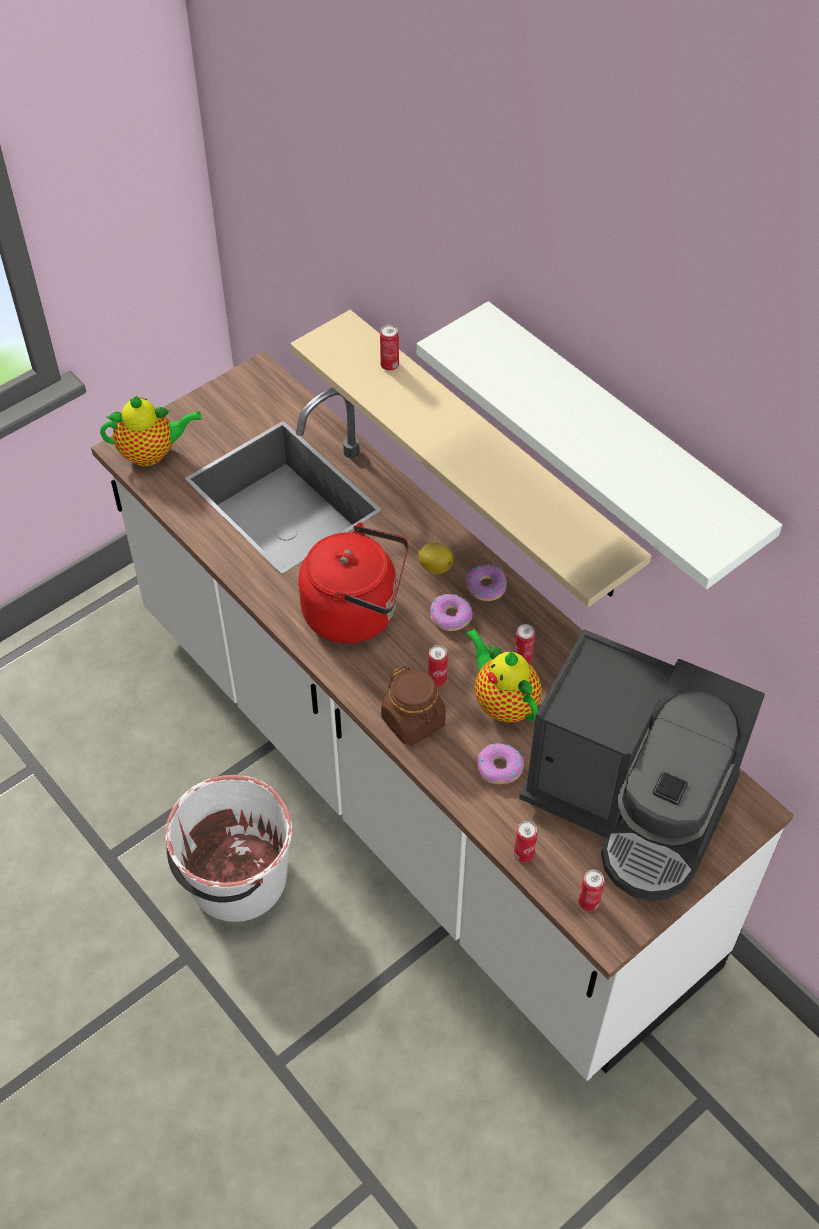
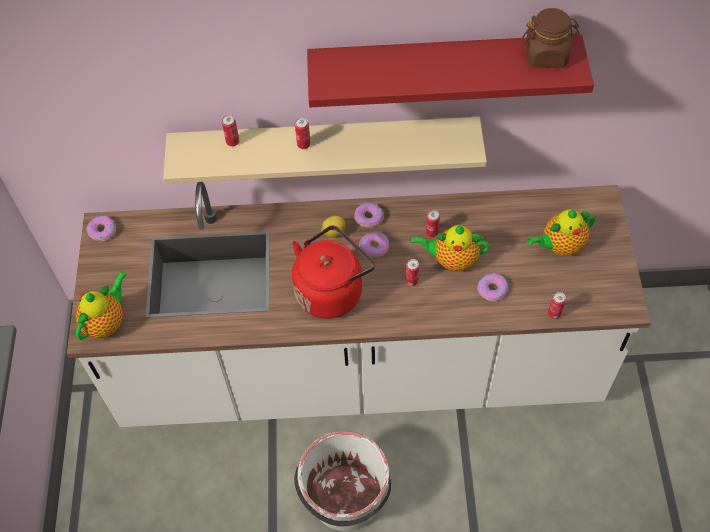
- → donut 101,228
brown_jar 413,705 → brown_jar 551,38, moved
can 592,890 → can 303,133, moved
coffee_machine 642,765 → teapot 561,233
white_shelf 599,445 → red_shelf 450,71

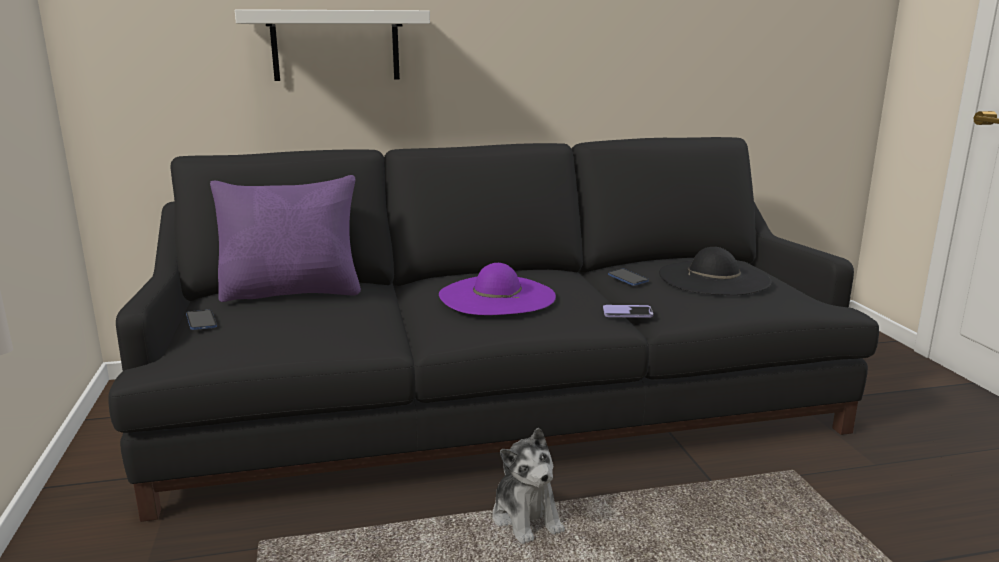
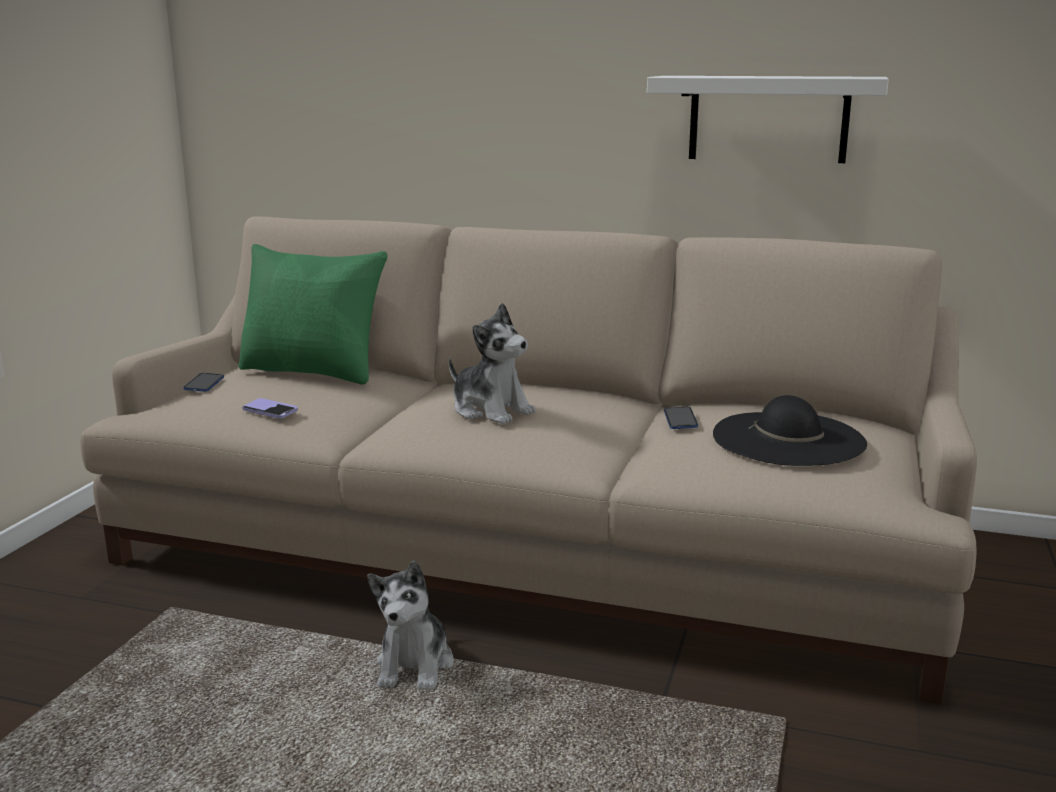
white_shelf 332,45 → white_shelf 768,119, moved
phone 628,311 → phone 270,408, moved
purple_hat 497,289 → plush_toy 492,363
black_sofa 494,329 → beige_sofa 529,460
purple_pillow 285,238 → green_pillow 313,314

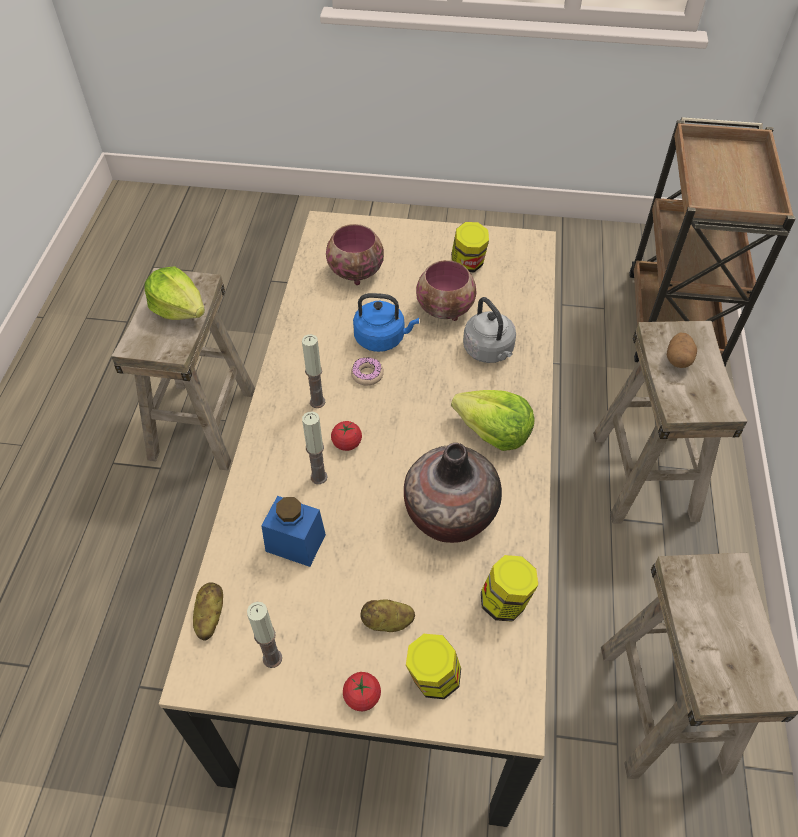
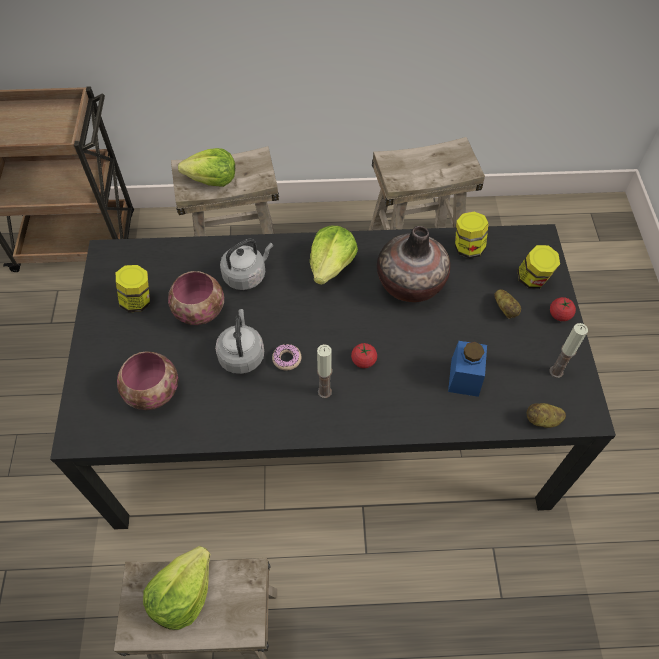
candle 315,447 → -
potato 682,350 → lettuce 206,167
beige_dining_table 357,519 → black_dining_table 333,376
blue_kettle 386,322 → grey_kettle 239,341

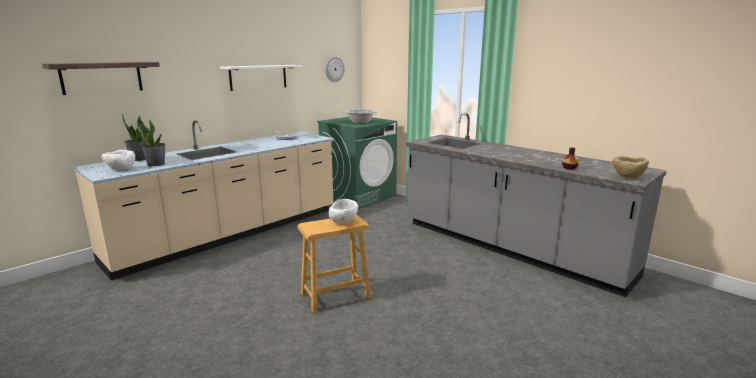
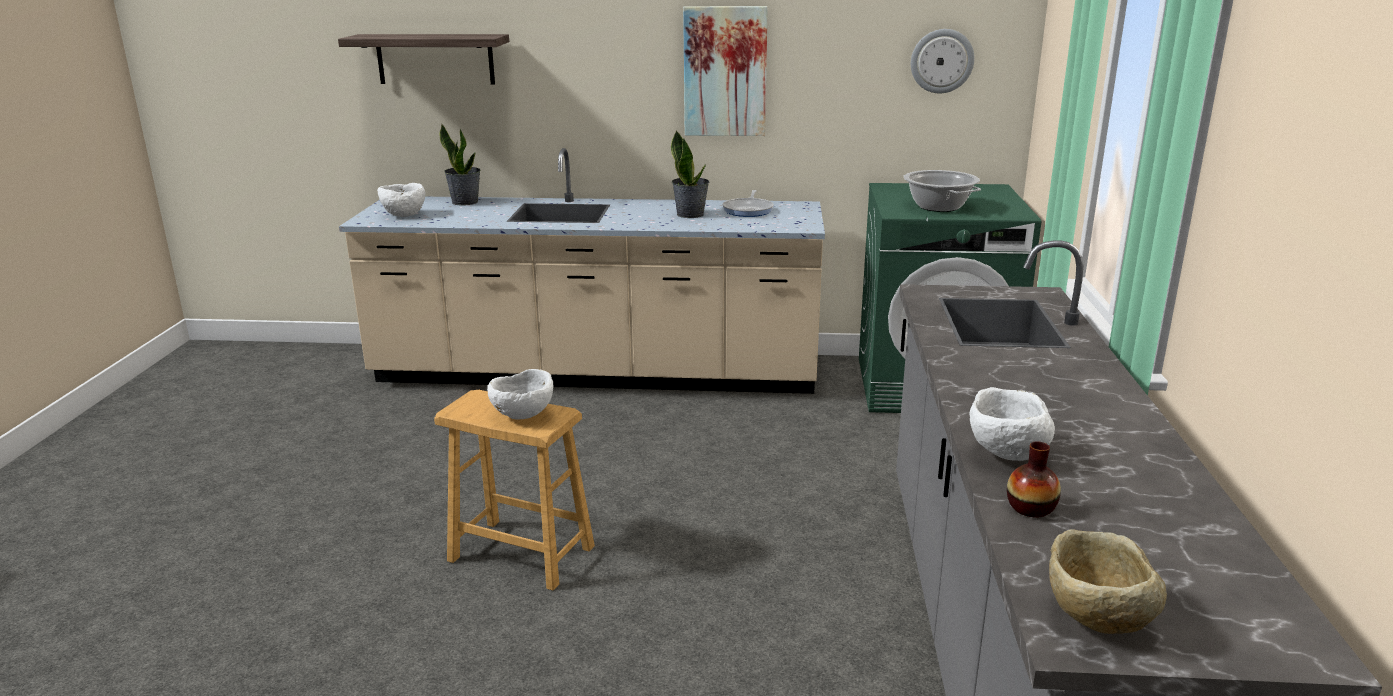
- → white_bowl 1012,424
potted_plant 151,141 → potted_plant 690,174, moved
white_shelf 261,78 → picture 725,71

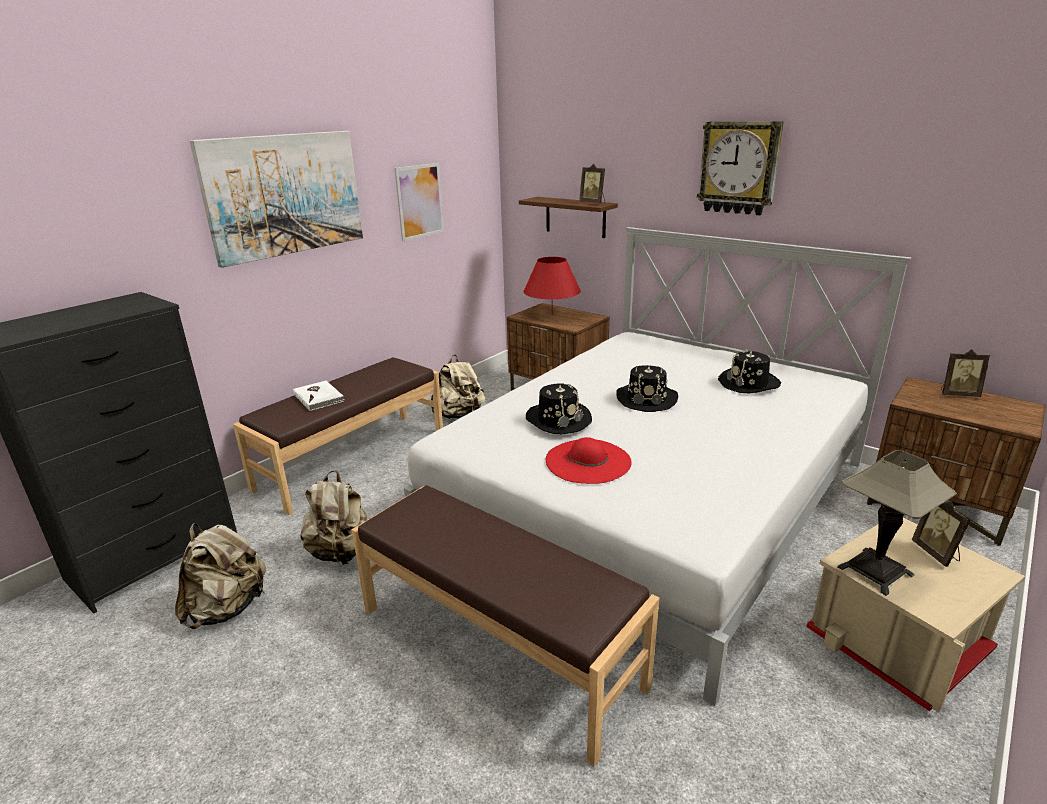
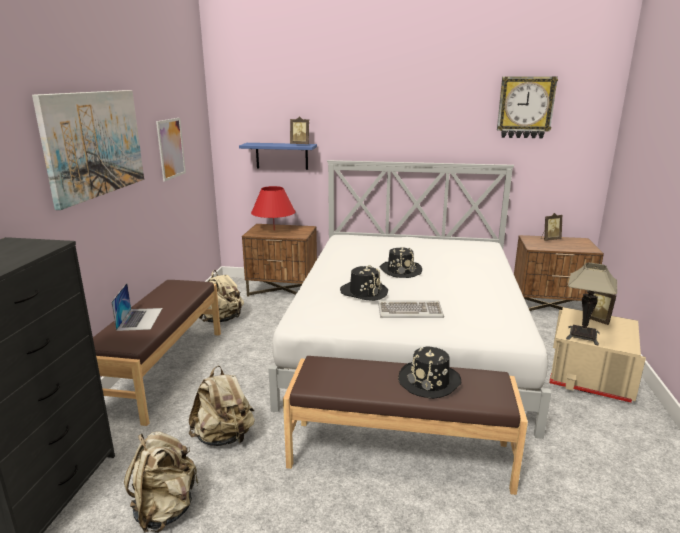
wall_clock 740,168 → wall_clock 527,107, moved
black_hat 749,371 → black_hat 429,373, moved
white_book 318,396 → laptop 137,307
red_hat 589,460 → keyboard 411,309
brown_shelf 568,217 → blue_shelf 278,156

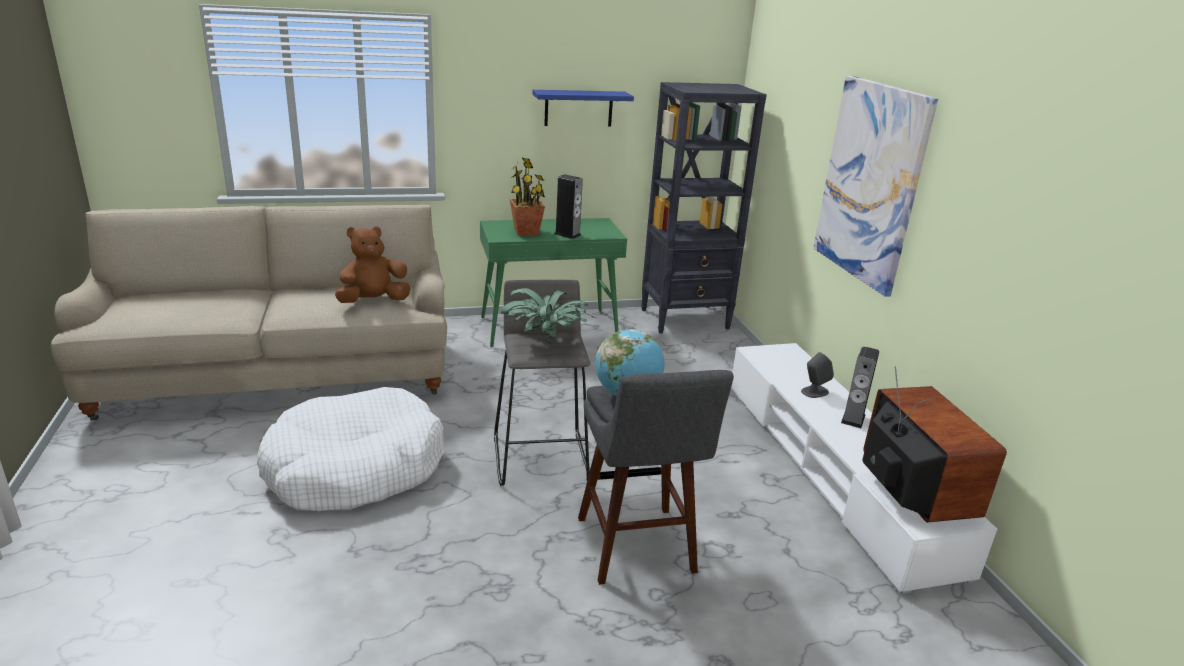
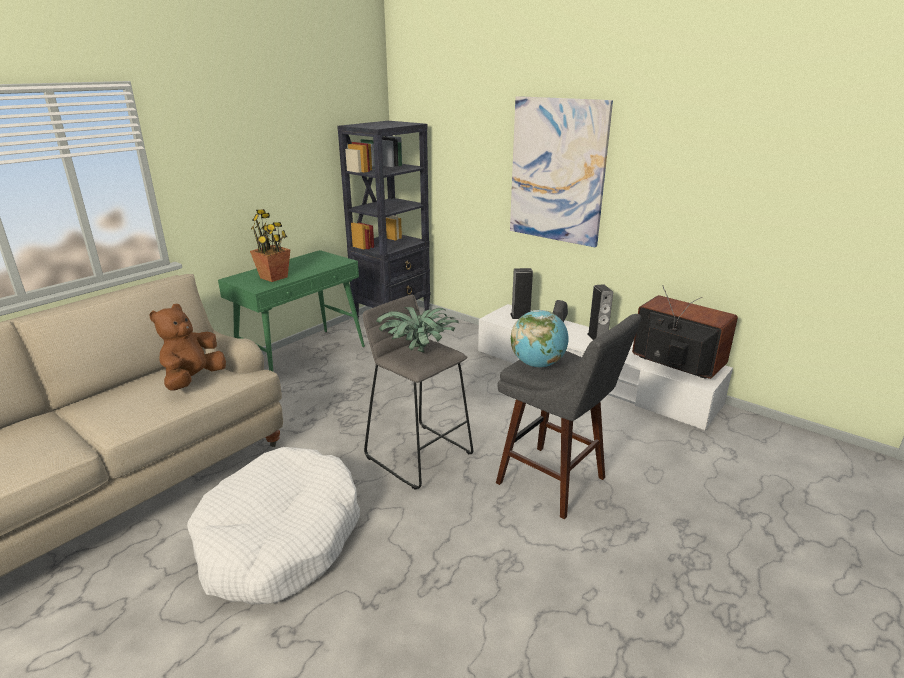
blue_shelf 583,108 → -
speaker 568,206 → speaker 521,293, moved

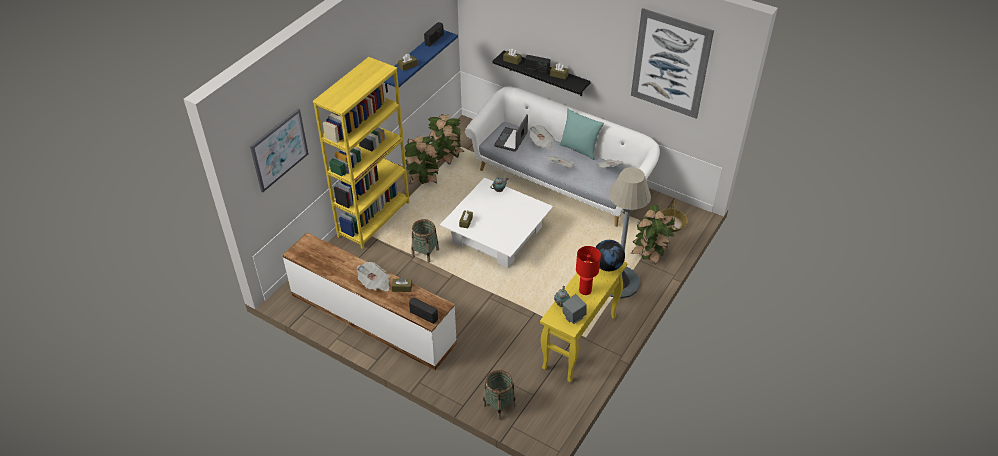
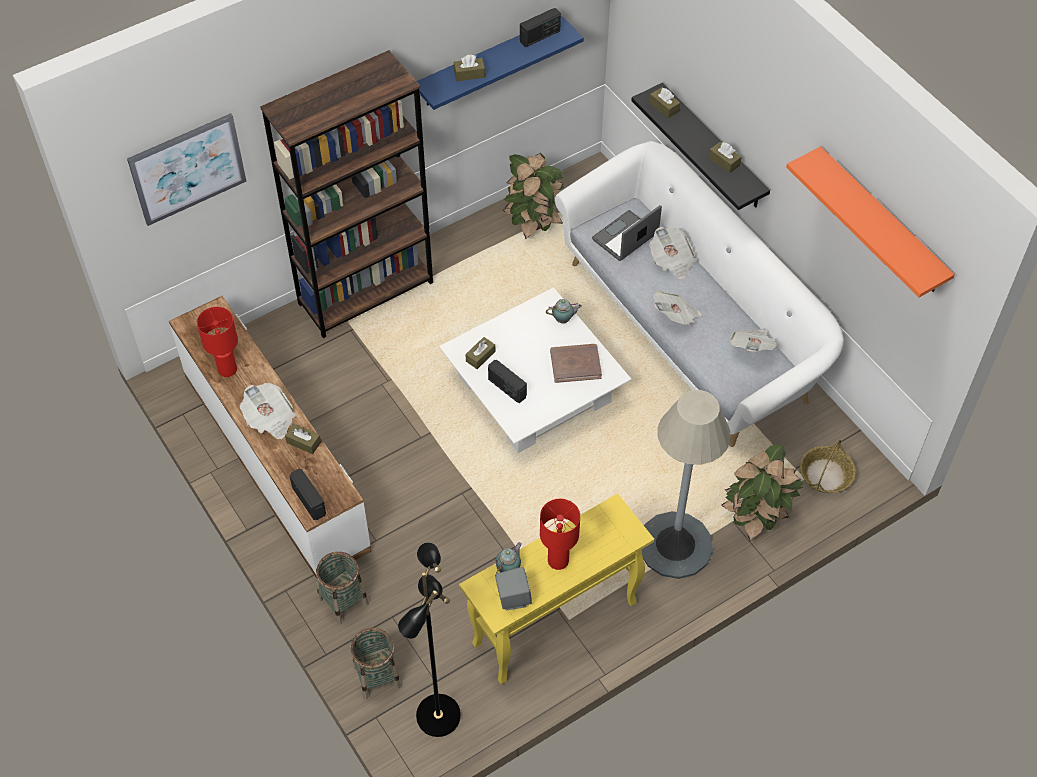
potted_plant 422,160 → -
turquoise_pillow 581,134 → -
globe 610,255 → -
- → red_table_lamp 217,342
- → black_floor_lamp 429,639
- → brown_book 576,363
basket 425,241 → basket 342,588, moved
radio 537,64 → radio 507,381, moved
picture 672,63 → orange_shelf 870,222
yellow_bookcase 361,153 → brown_bookcase 346,194

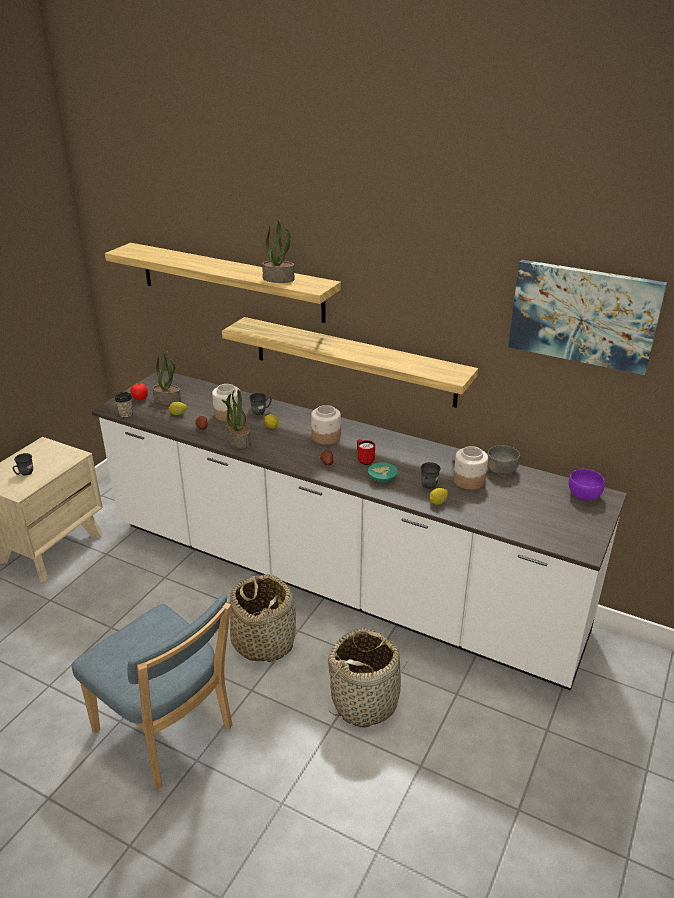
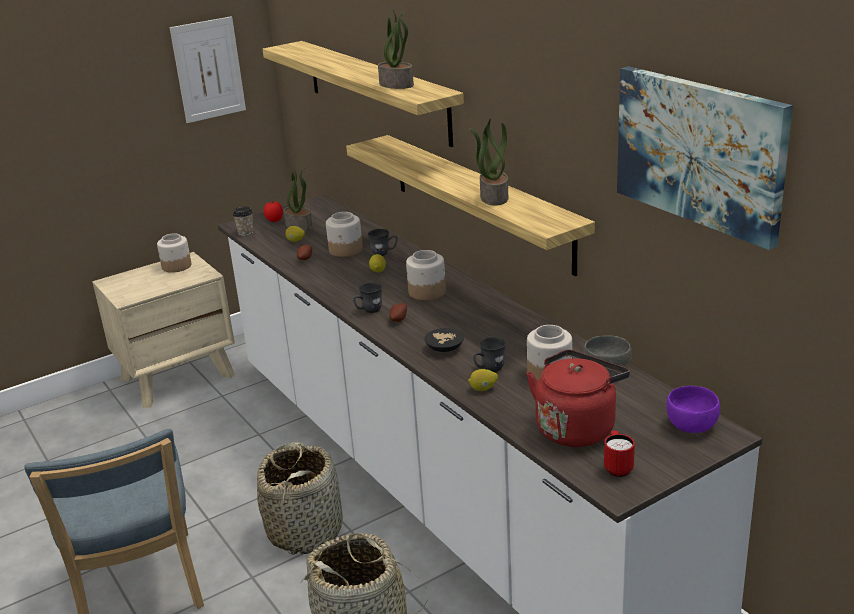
- → jar 174,253
- → picture 208,69
- → red_kettle 578,398
grey_mug 22,464 → grey_mug 367,297, moved
potted_plant 236,419 → potted_plant 488,162, moved
red_mug 366,452 → red_mug 619,454, moved
turquoise_bowl 383,472 → black_bowl 444,340

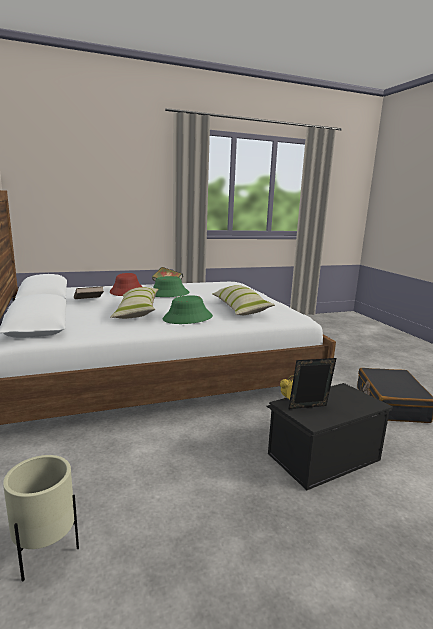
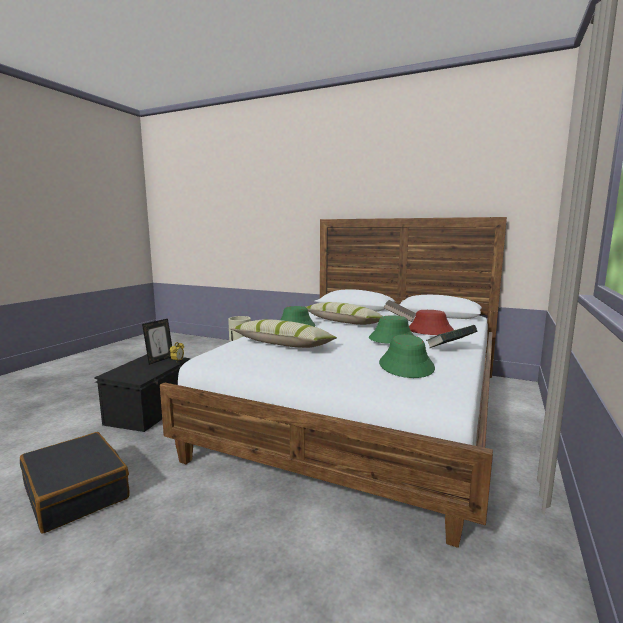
- → green_hat 407,356

